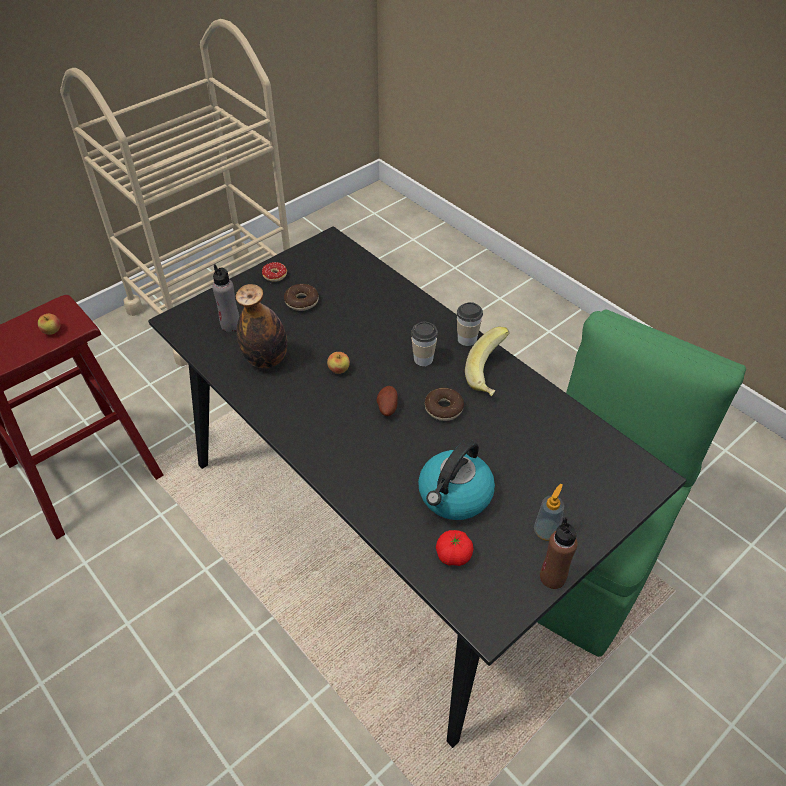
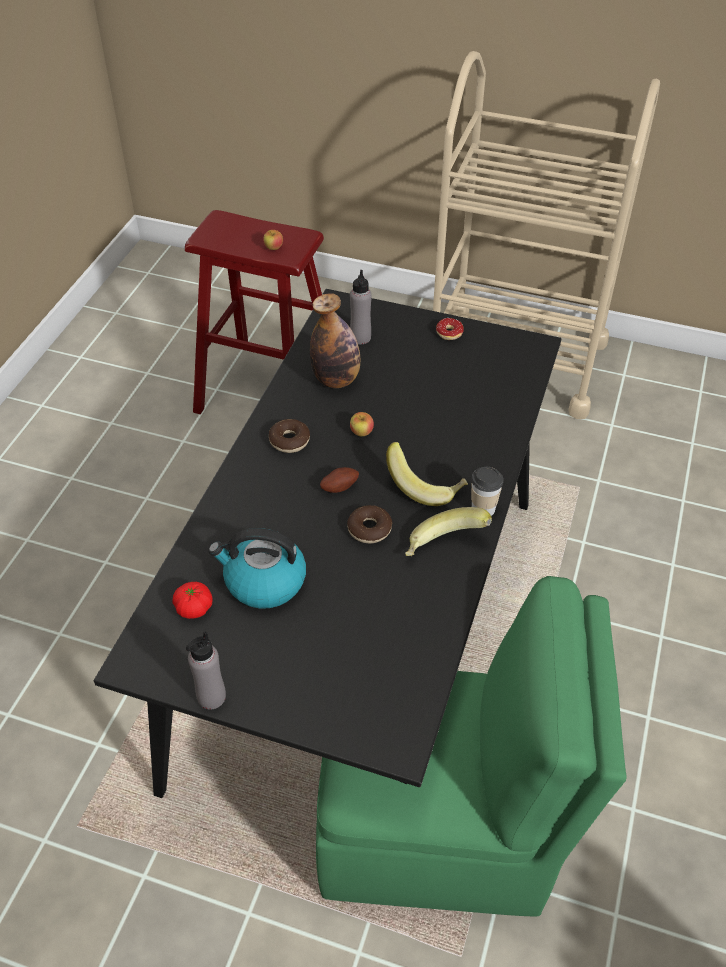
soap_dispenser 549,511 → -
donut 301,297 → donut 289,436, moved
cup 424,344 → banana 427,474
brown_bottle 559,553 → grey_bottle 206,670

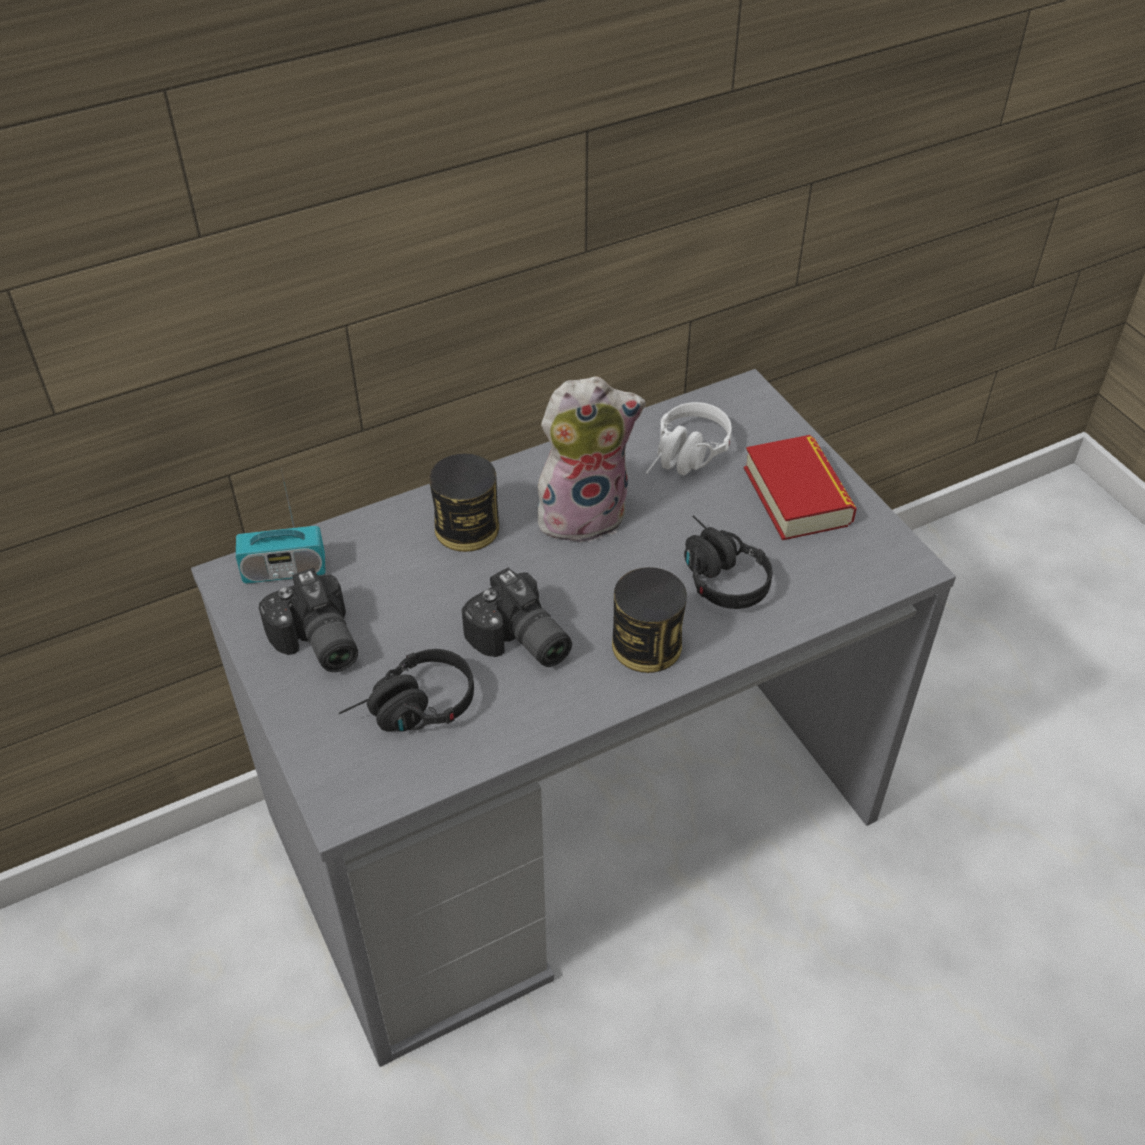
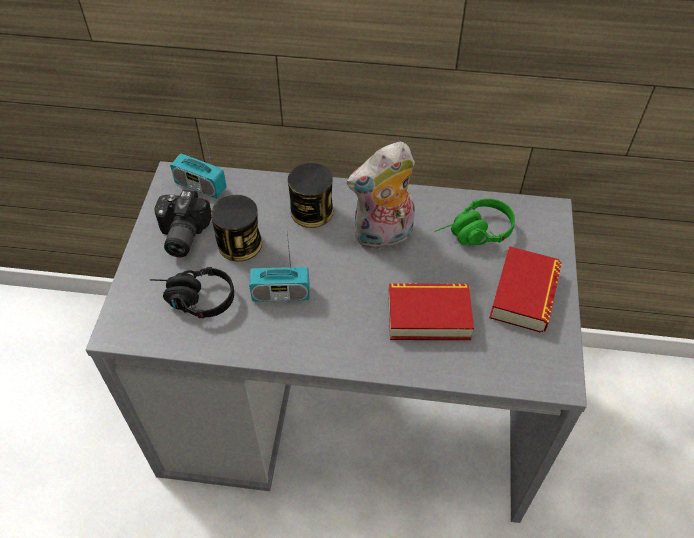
can 649,620 → can 236,228, moved
photo_camera 517,617 → radio 279,267
black_headphones 728,562 → book 431,311
white_headphones 689,438 → green_headphones 475,222
plush_toy 592,461 → plush_toy 381,196, 135 degrees clockwise

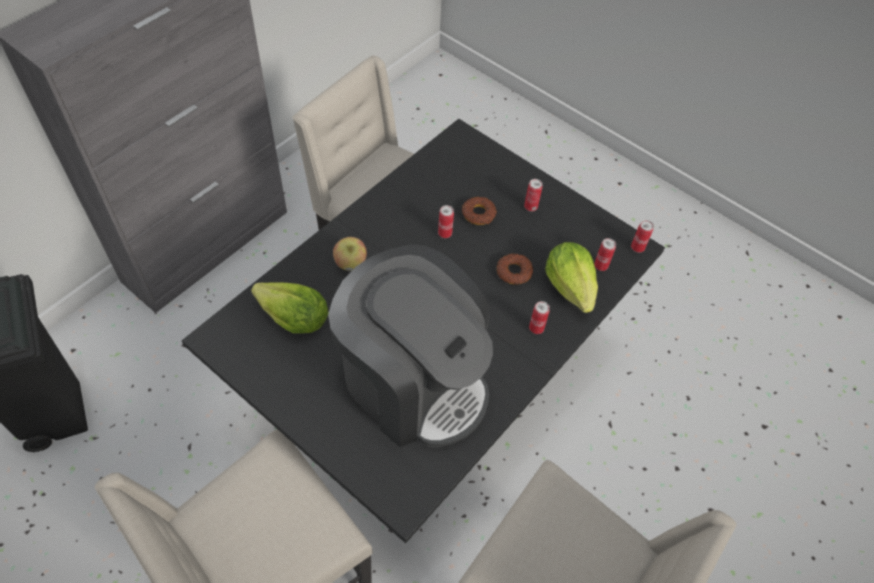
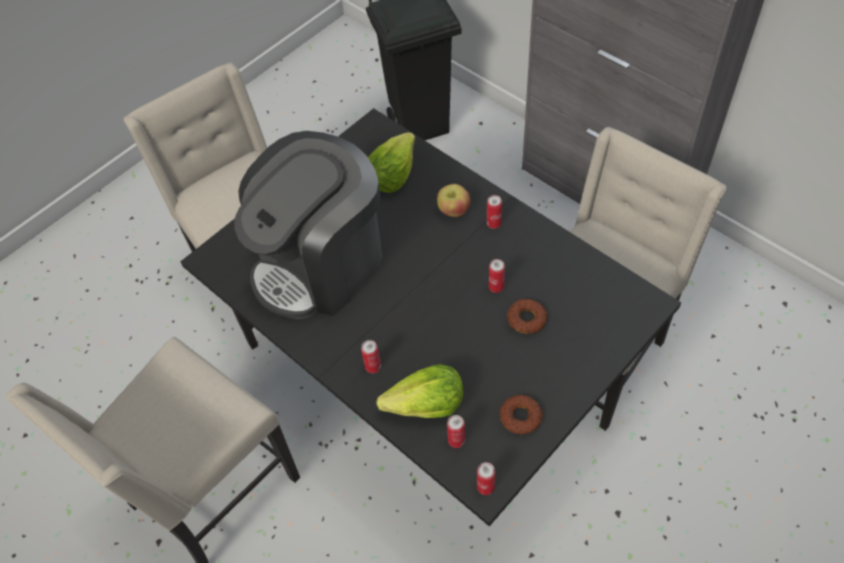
donut 515,268 → donut 521,414, moved
can 533,195 → can 494,212, moved

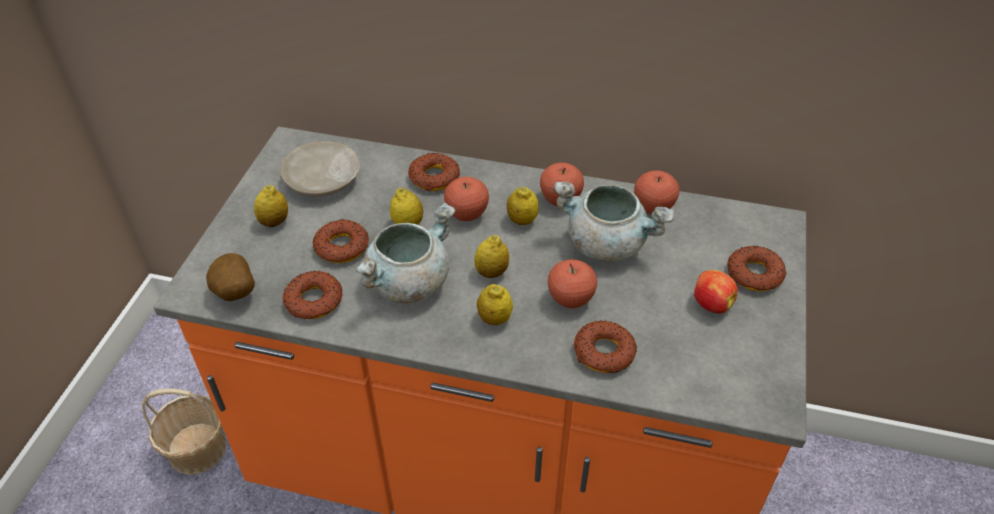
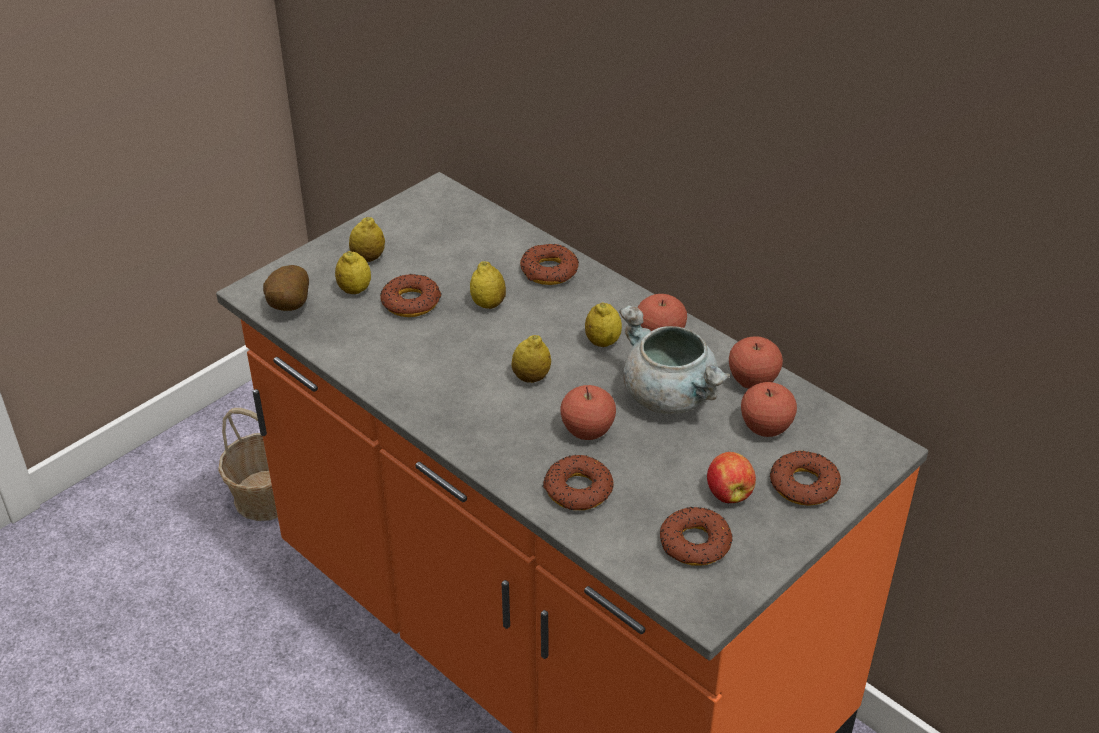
beige_plate 320,168 → -
grey_cooking_pot 405,253 → -
donut 313,294 → donut 696,536, moved
apple 466,199 → apple 769,409, moved
lemon 495,304 → lemon 353,272, moved

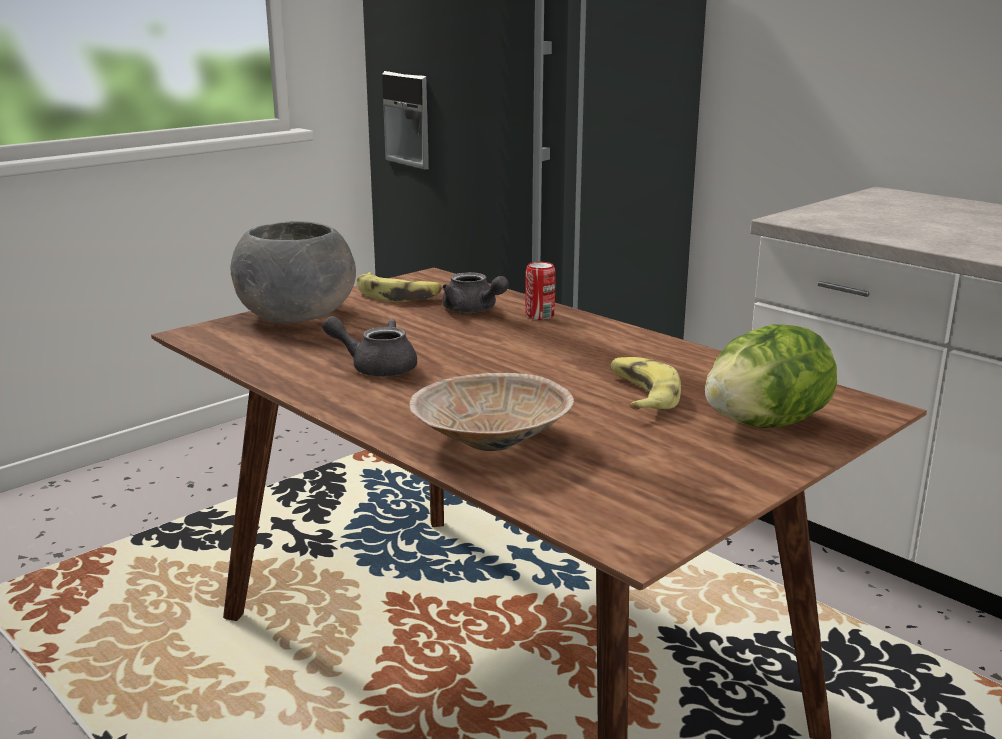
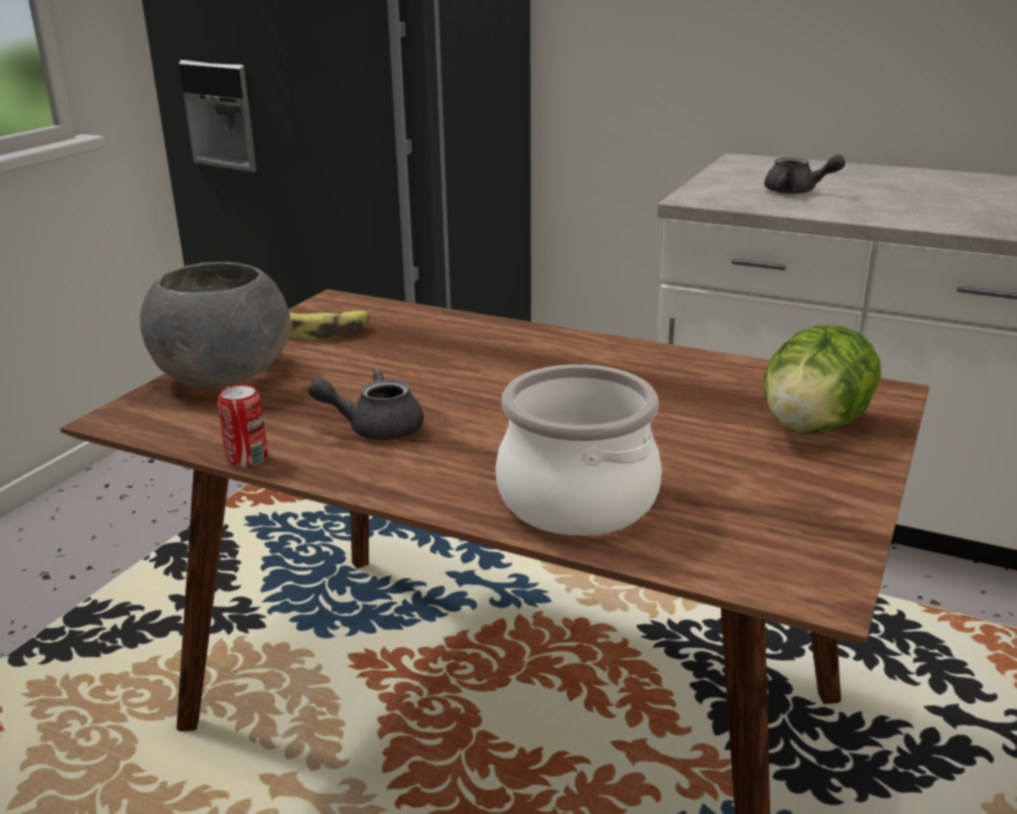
banana 645,383 → -
grey_teapot 475,292 → grey_teapot 805,174, moved
can 540,291 → can 242,425, moved
beige_bowl 491,412 → cooking_pot 579,450

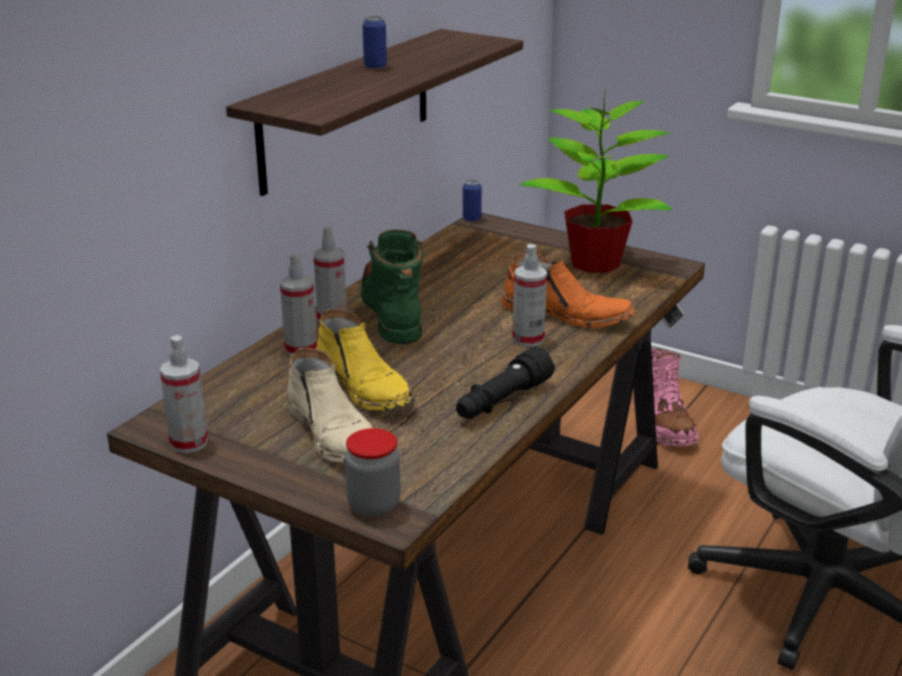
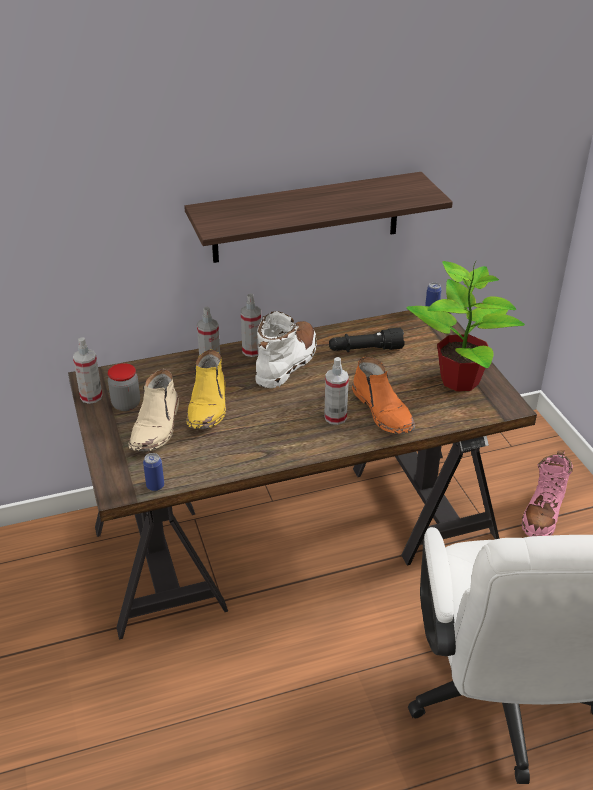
jar 372,472 → jar 124,387, moved
can 374,42 → can 153,472, moved
black_flashlight 505,382 → black_flashlight 367,340, moved
green_boot 392,287 → white_boot 286,349

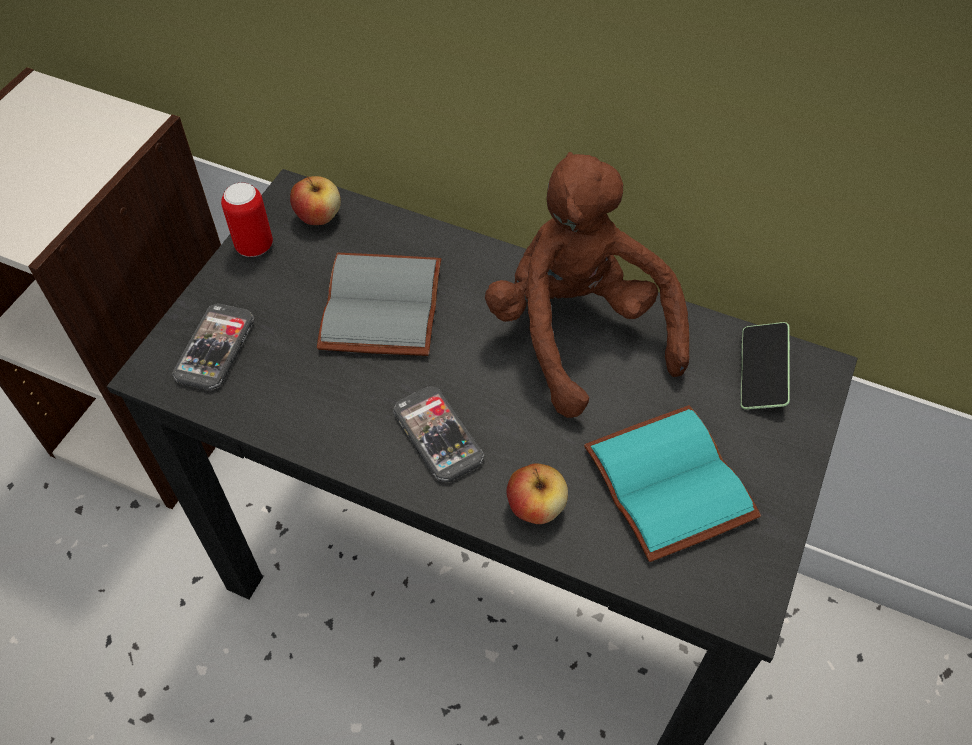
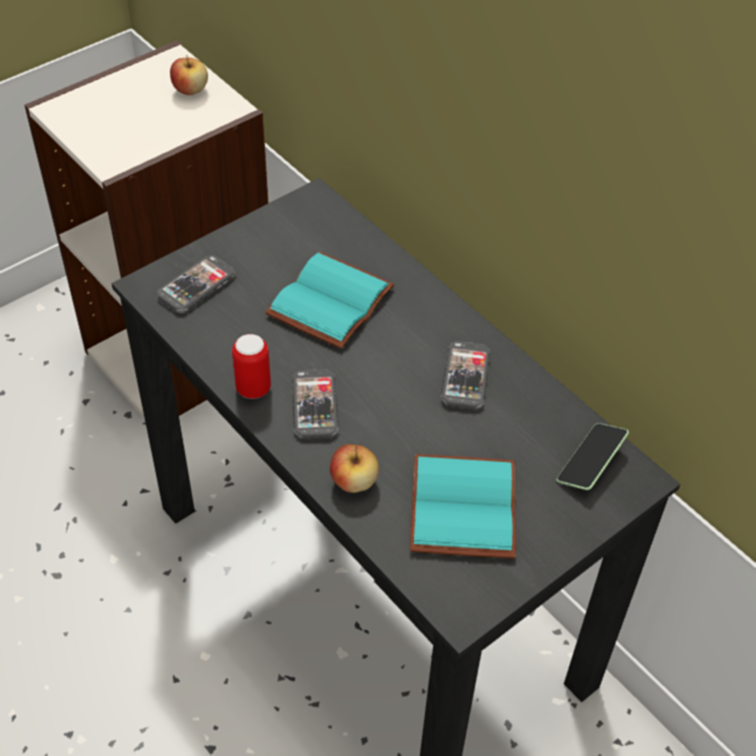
can 247,220 → can 251,366, moved
apple 315,200 → apple 189,75, moved
brown_plush_toy 587,285 → phone 465,375
grey_book 379,304 → turquoise_book 329,300

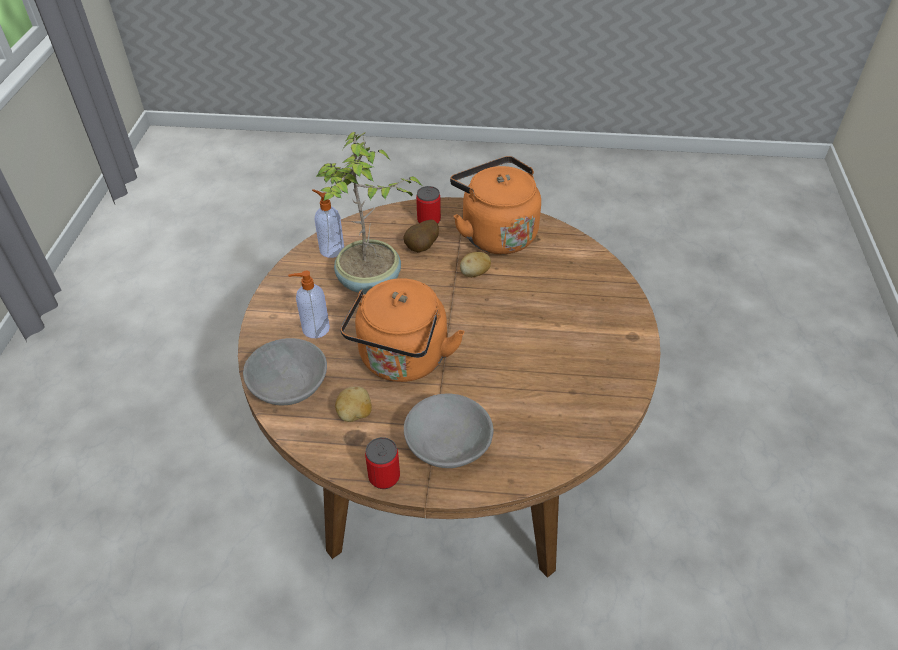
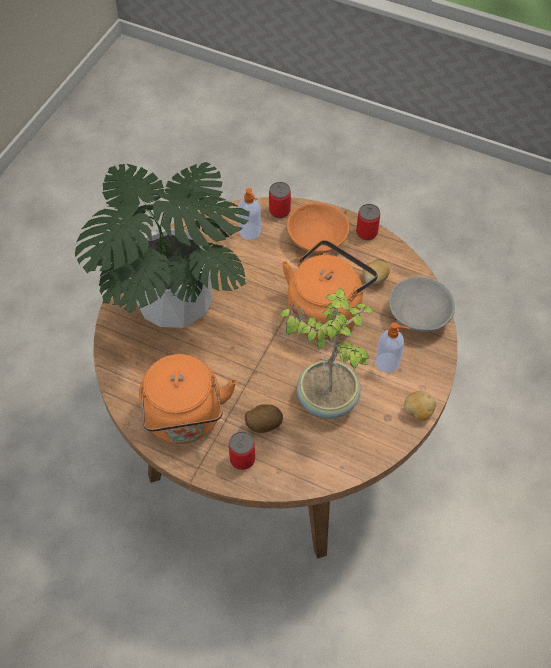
- → potted_plant 162,245
- → can 280,200
soap_dispenser 328,223 → soap_dispenser 249,214, moved
potato 475,264 → potato 420,406, moved
grey_bowl 449,431 → orange_bowl 318,228

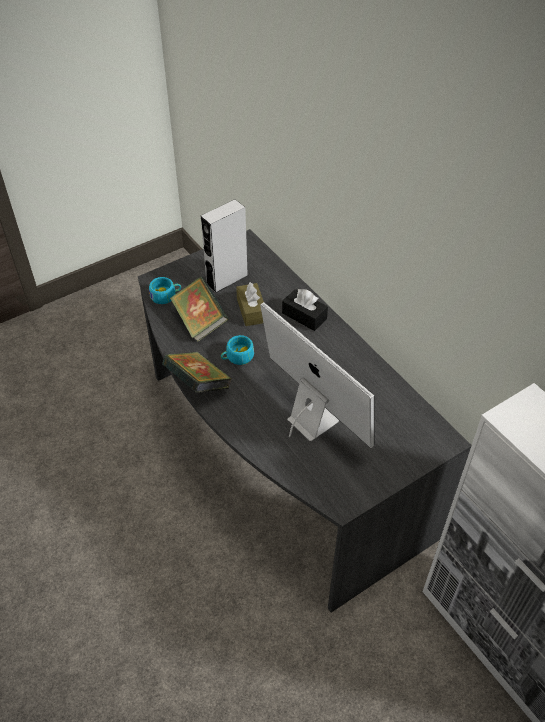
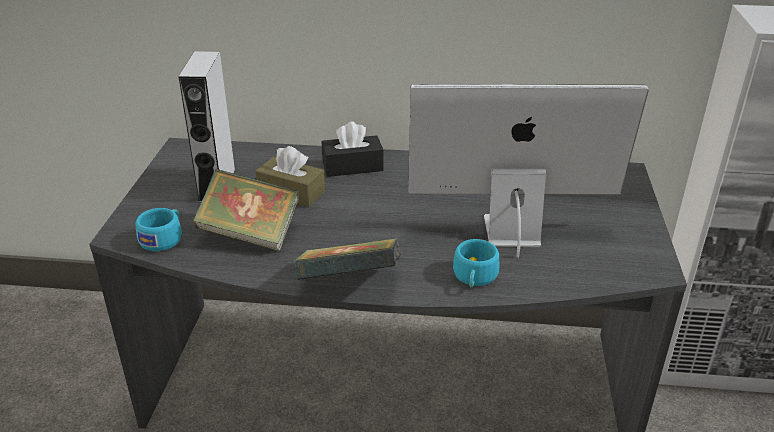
turquoise_cup 237,350 → turquoise_cup 476,263, moved

